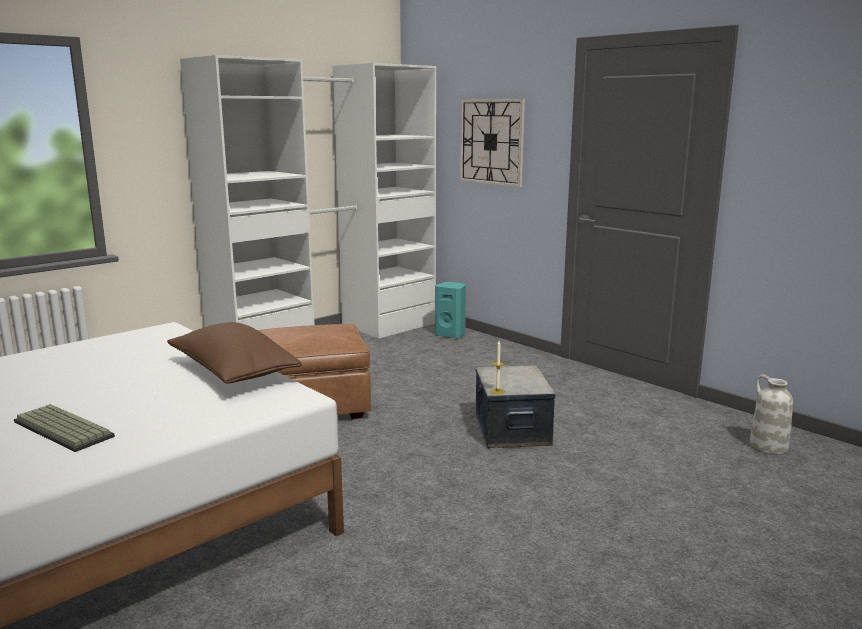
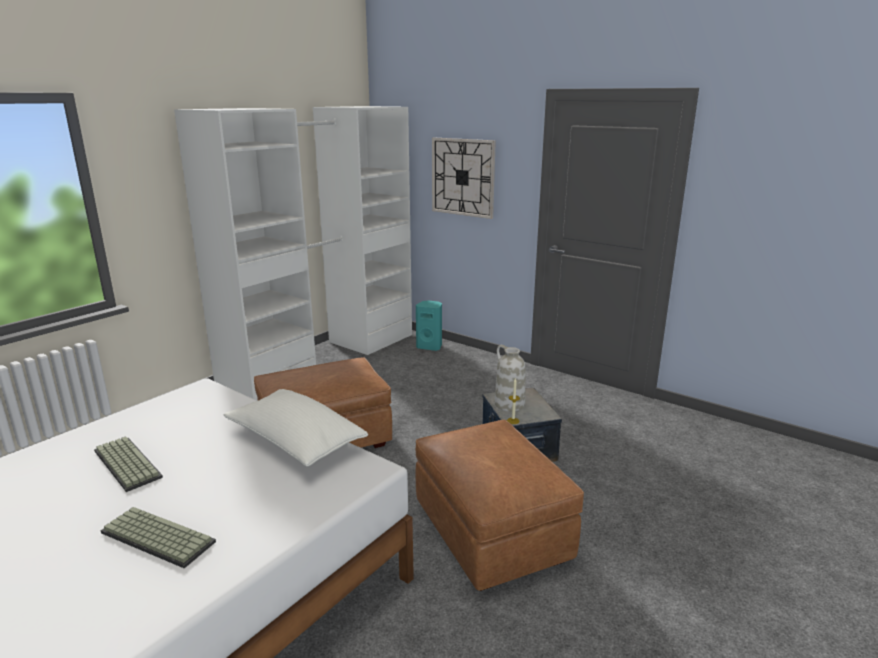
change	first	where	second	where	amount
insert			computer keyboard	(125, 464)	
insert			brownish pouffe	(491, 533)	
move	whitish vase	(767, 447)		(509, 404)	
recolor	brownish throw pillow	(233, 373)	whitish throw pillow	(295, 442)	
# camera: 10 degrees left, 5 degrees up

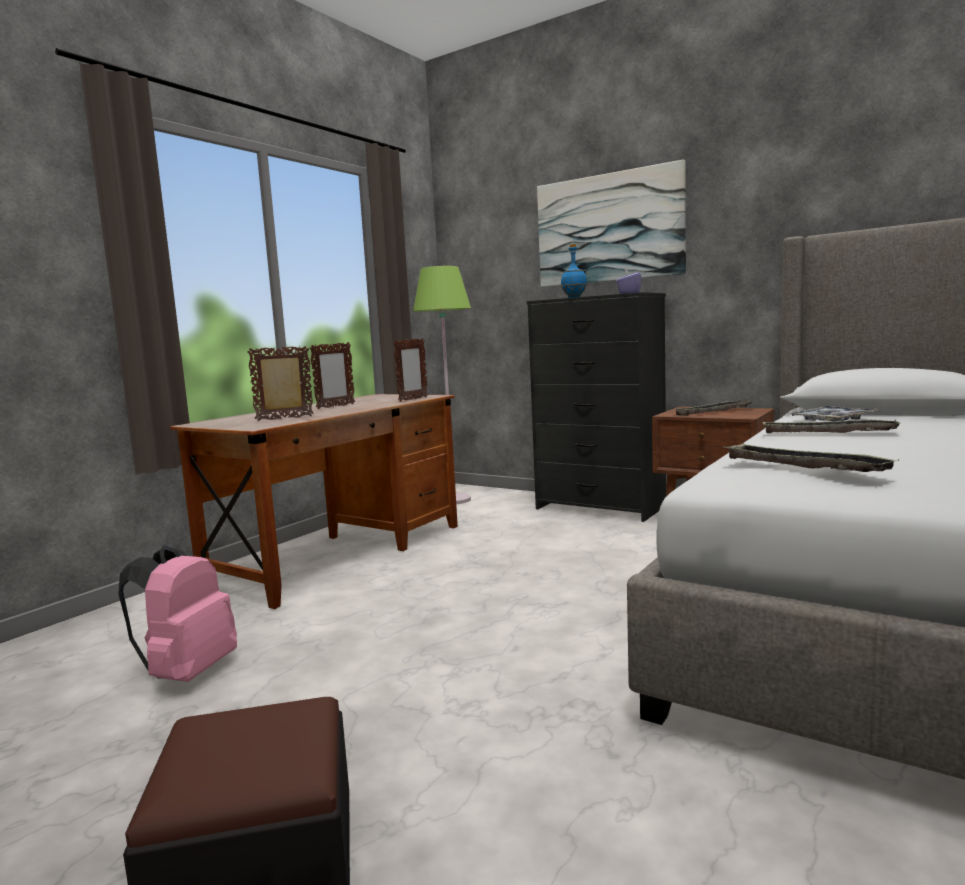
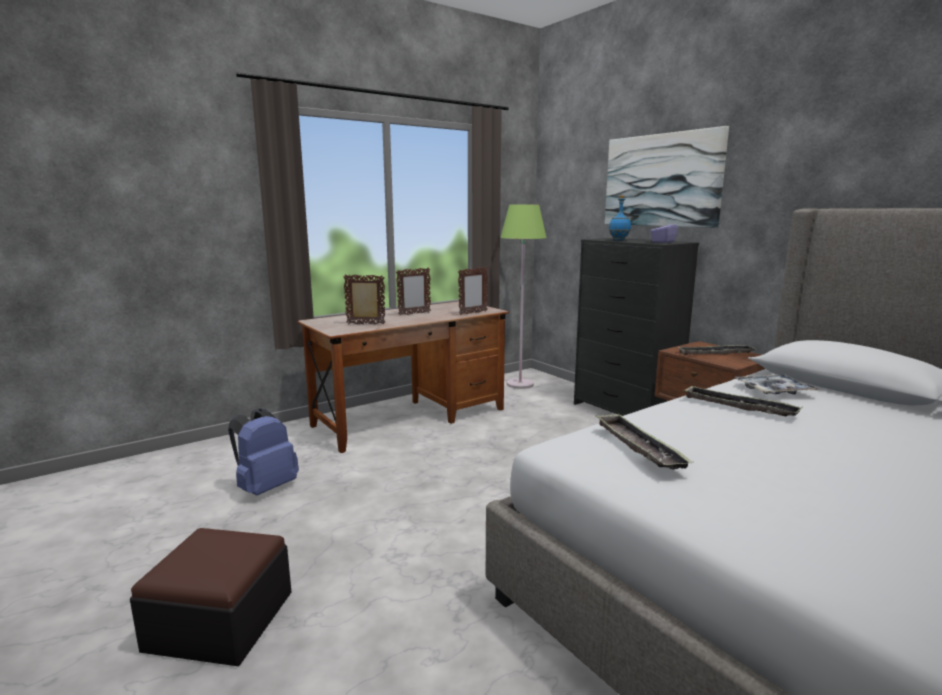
change	first	where	second	where	amount
recolor	pink-coloured rucksack	(187, 673)	bluish rucksack	(265, 488)	
# camera: 20 degrees right, 5 degrees up

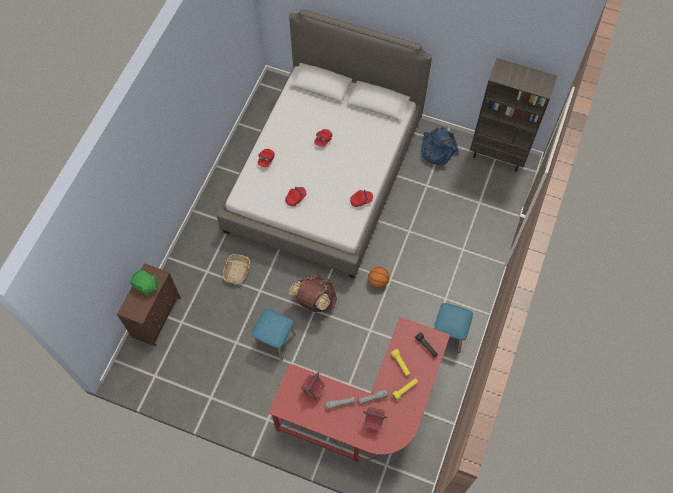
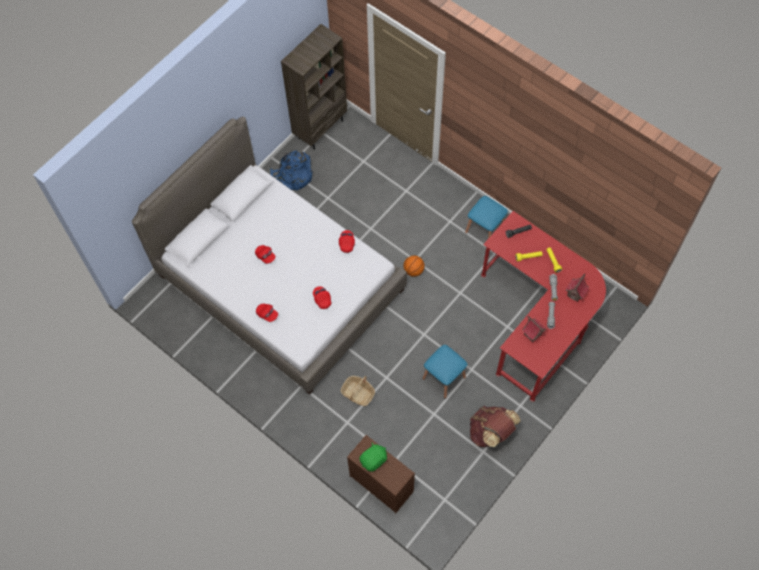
change	first	where	second	where	amount
move	brownish rucksack	(314, 301)		(491, 432)	
# camera: 70 degrees left, 0 degrees up

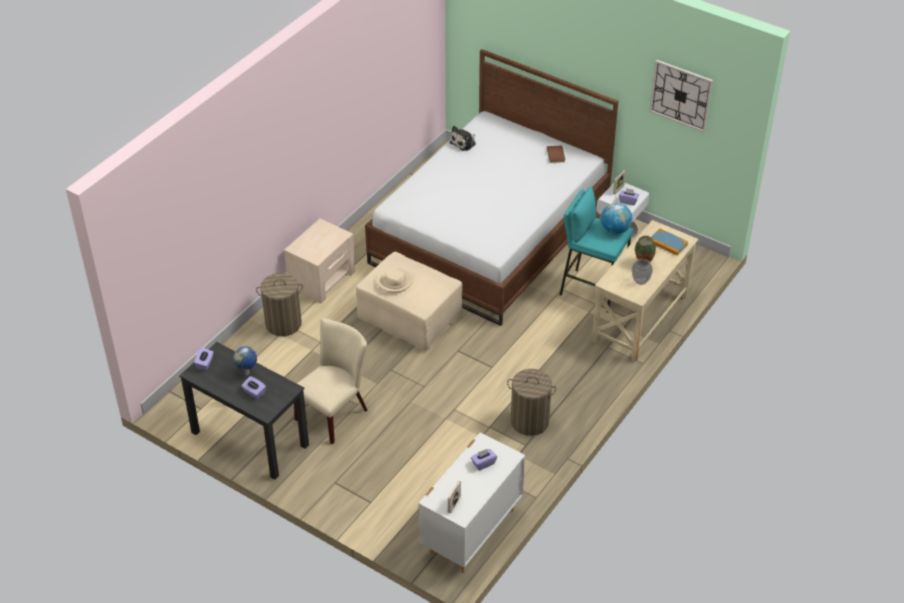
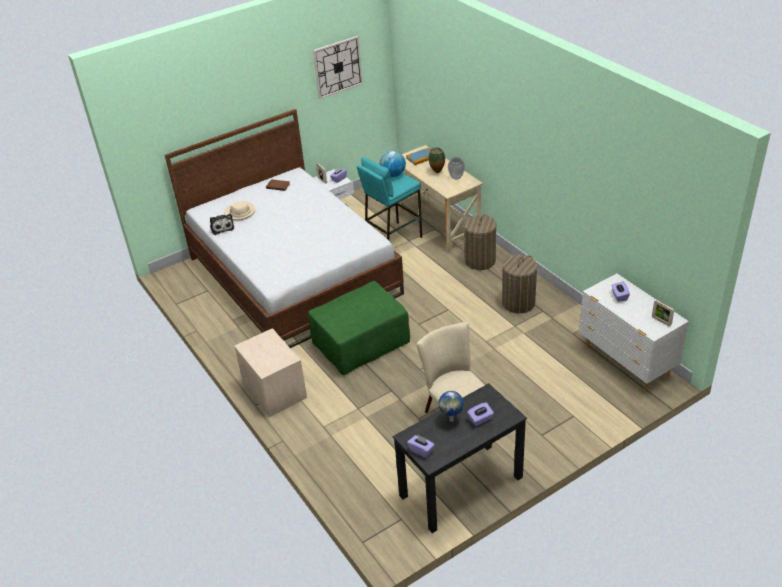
change	first	where	second	where	amount
move	laundry basket	(283, 324)		(480, 261)	
move	beige-coloured wearable hat	(394, 281)		(240, 212)	
recolor	beige-coloured pouffe	(410, 316)	green pouffe	(361, 343)	
# camera: 65 degrees left, 5 degrees down

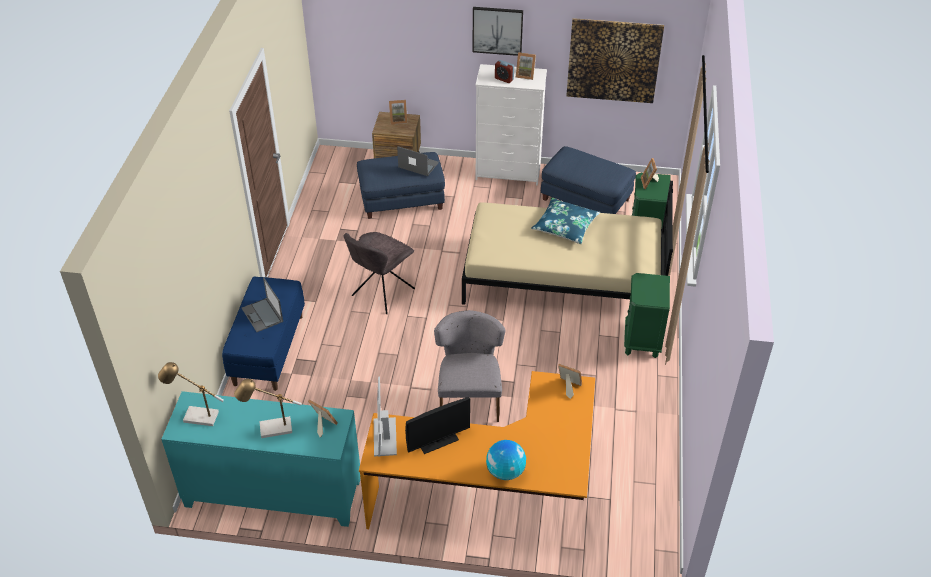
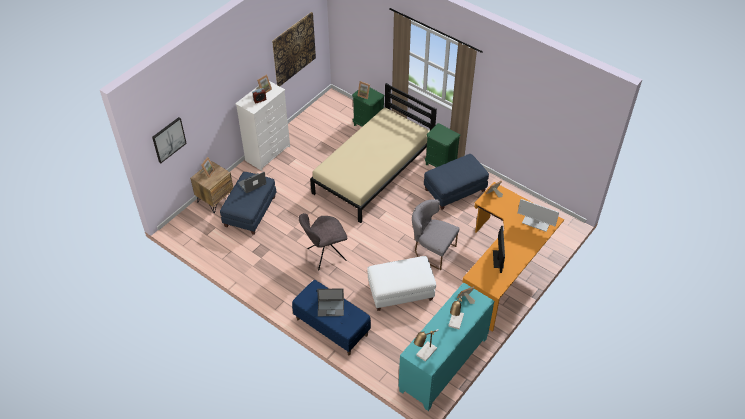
change	first	where	second	where	amount
delete	desk globe	(505, 471)			
delete	bluish throw pillow	(565, 226)			
insert			whitish pouffe	(400, 291)	
move	monitor	(384, 436)		(535, 223)	
move	wall art	(497, 30)		(168, 139)	
move	bluish pouffe	(586, 199)		(455, 190)	
rotate	greyish chair	(381, 293)		(325, 255)	90 degrees clockwise
# camera: 60 degrees left, 5 degrees up

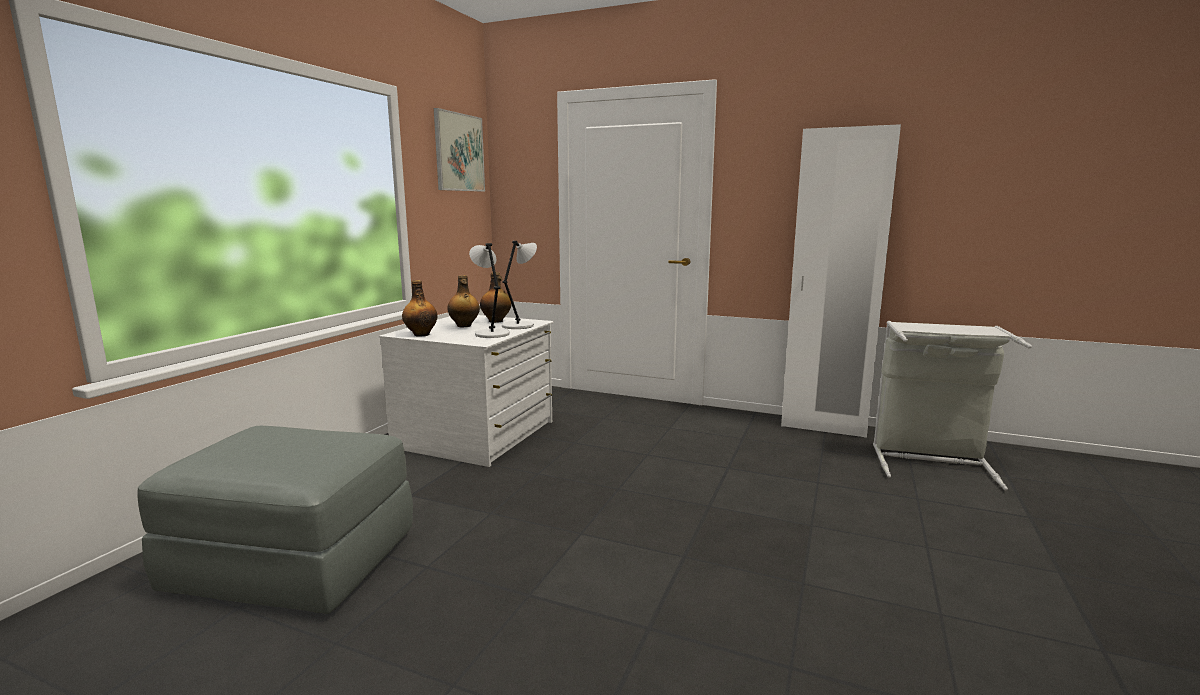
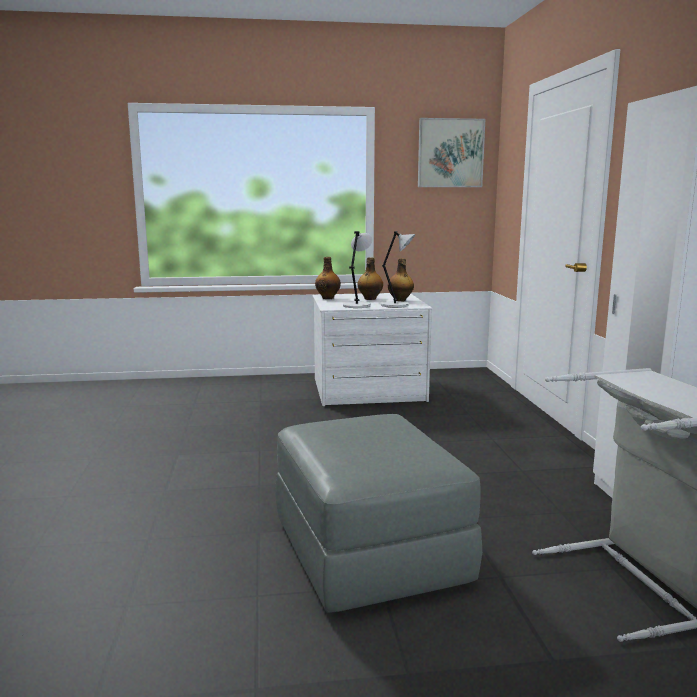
change	first	where	second	where	amount
move	greyish pouffe	(296, 562)		(370, 553)	
# camera: 60 degrees right, 0 degrees up

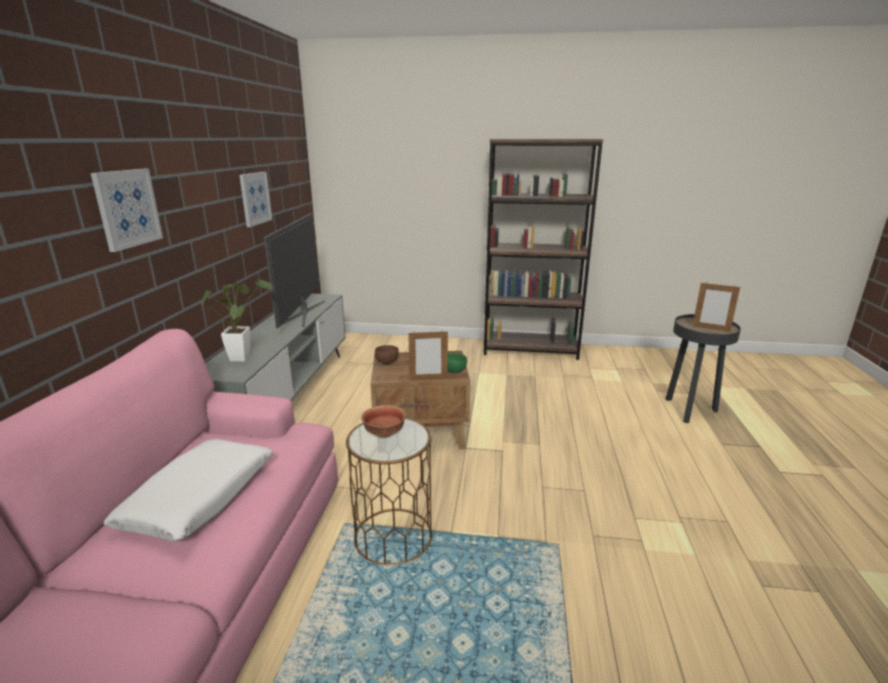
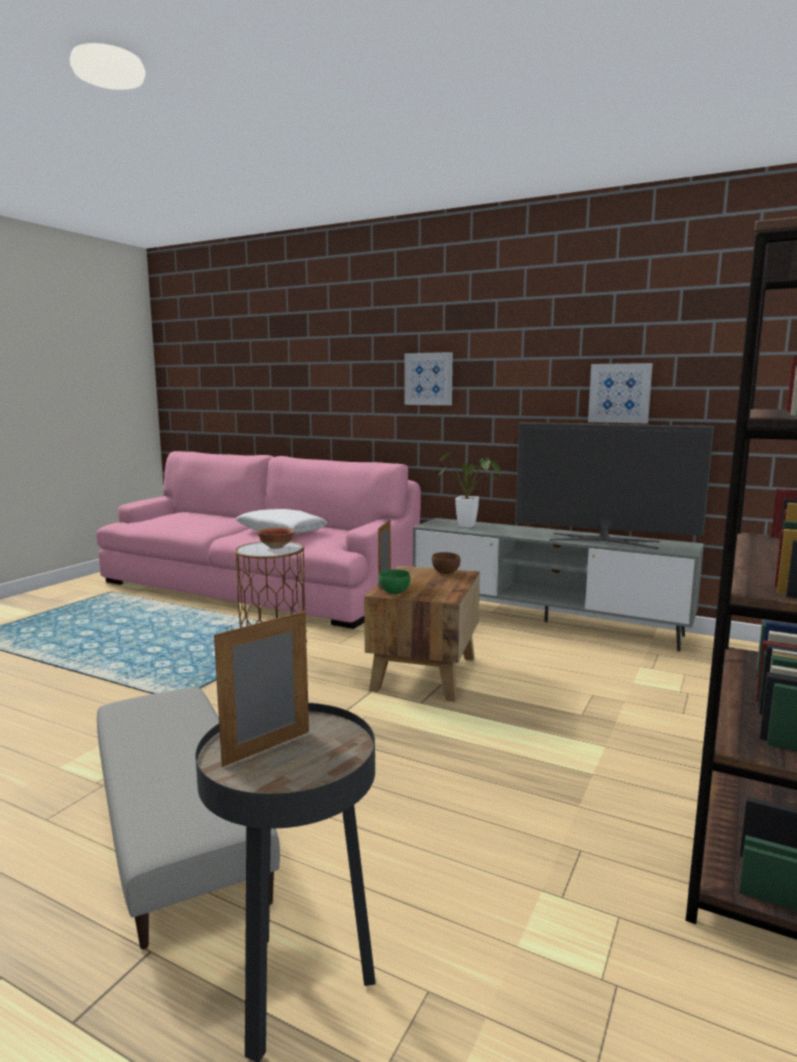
change	first	where	second	where	amount
insert			greyish pouffe	(178, 822)	
# camera: 110 degrees right, 10 degrees down

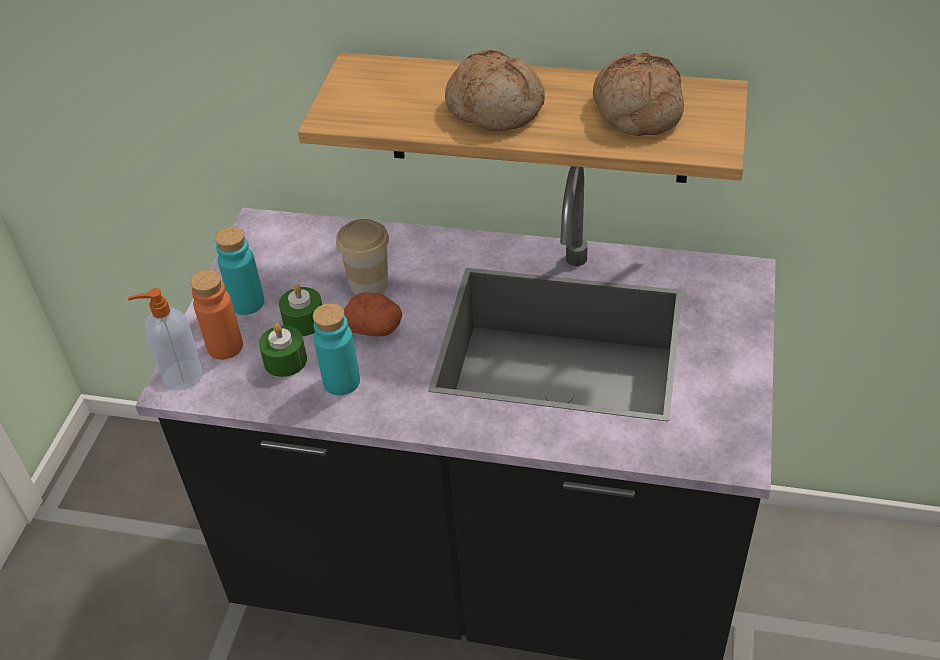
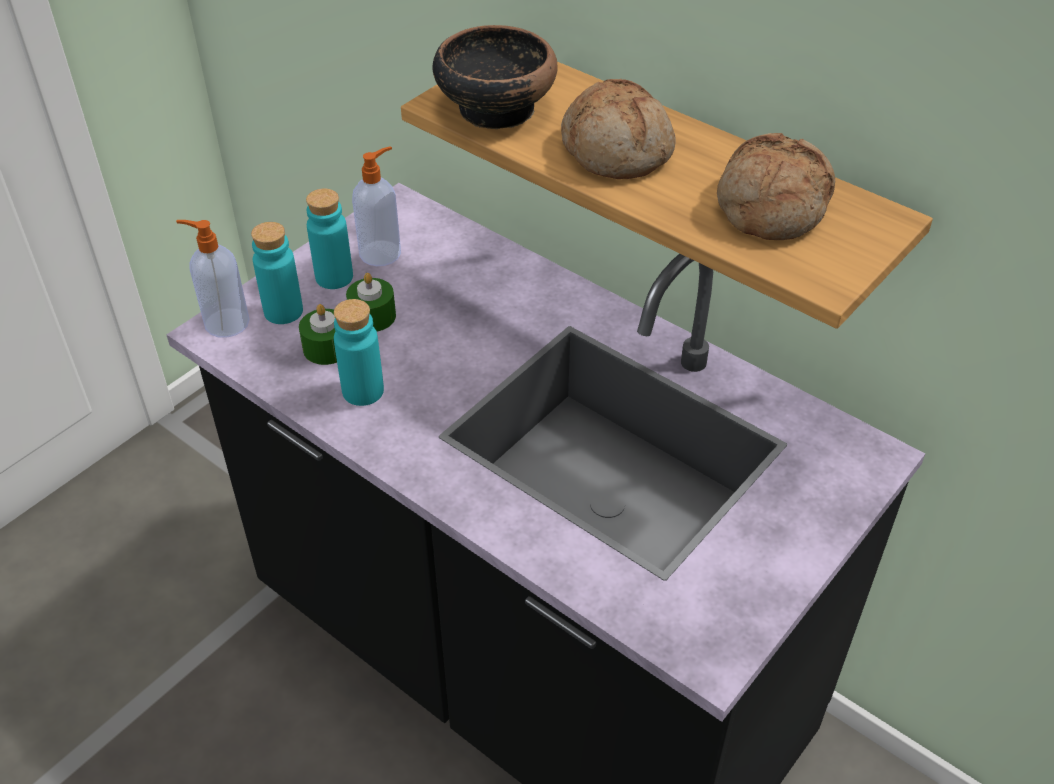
change	first	where	second	where	amount
delete	cup	(369, 284)			
delete	whole potato	(375, 328)			
insert			soap bottle	(381, 253)	
insert			bowl	(495, 108)	
recolor	orange-coloured bottle	(225, 347)	turquoise bottle	(283, 311)	
# camera: 25 degrees right, 0 degrees up

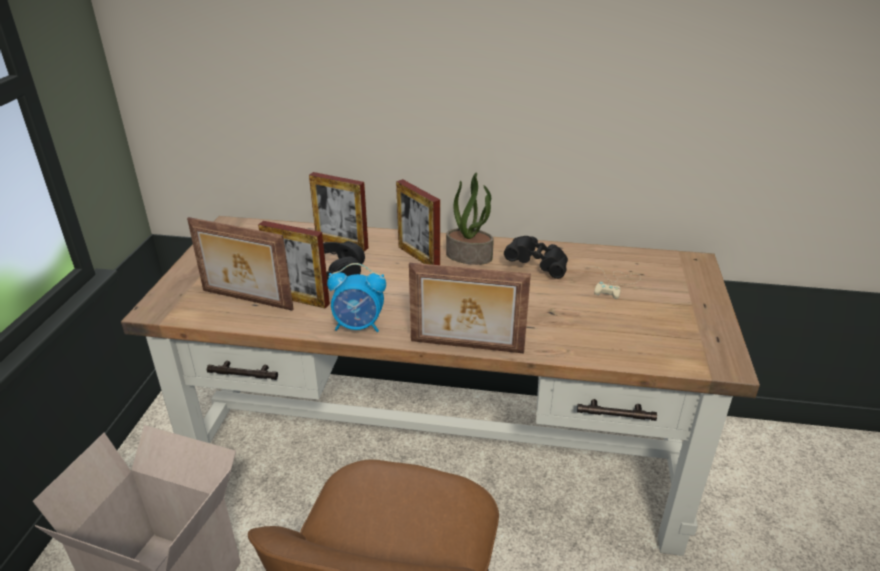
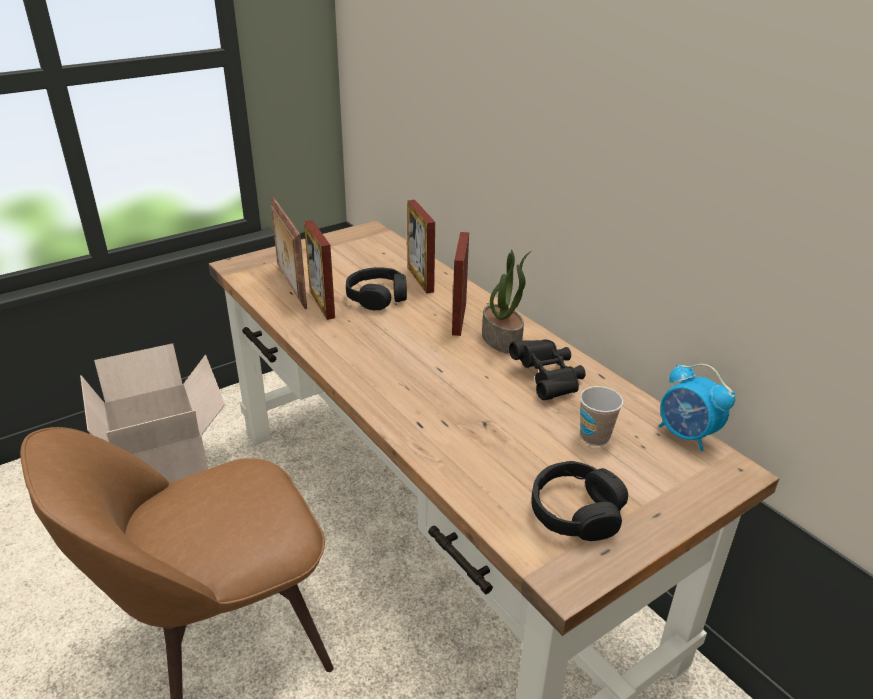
change	first	where	second	where	amount
delete	standing frame	(466, 347)			
insert			blackish pair of headphones	(576, 512)	
move	alarm clock	(359, 326)		(686, 435)	
replace	beige-coloured gamepad	(614, 283)	cup	(595, 437)	
# camera: 45 degrees right, 0 degrees up

